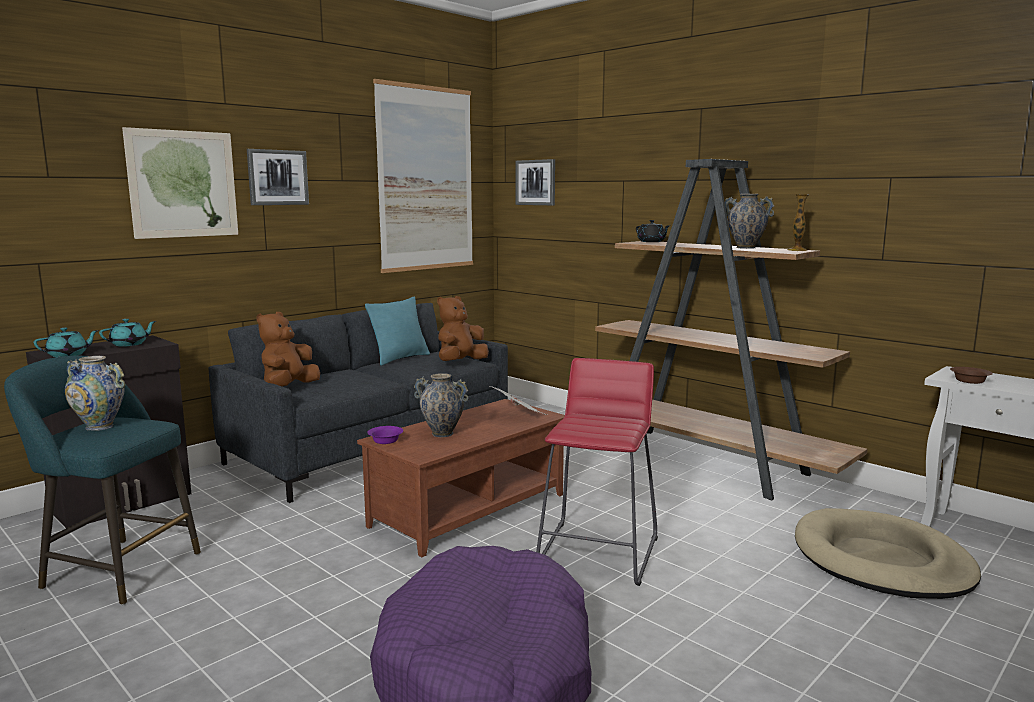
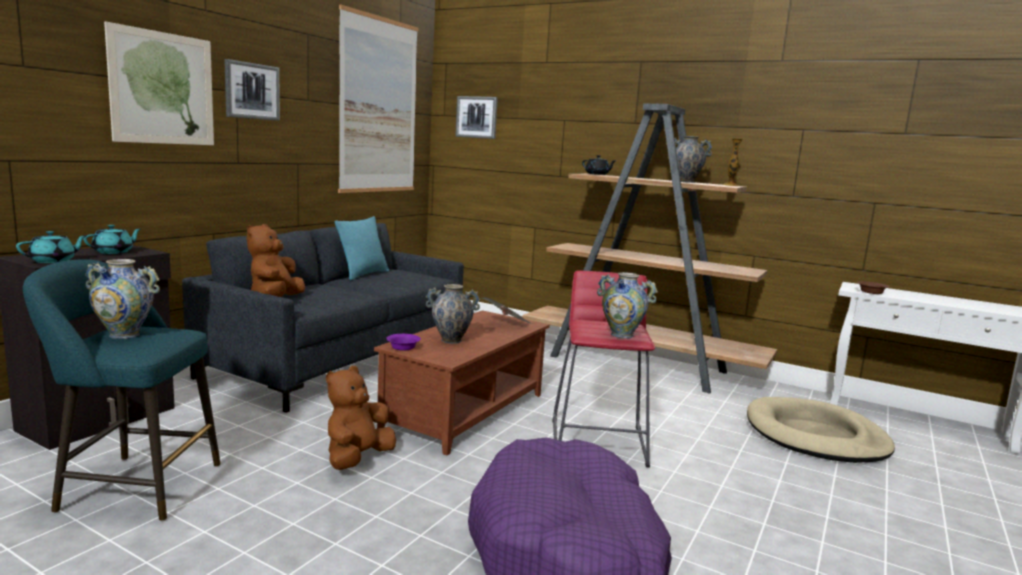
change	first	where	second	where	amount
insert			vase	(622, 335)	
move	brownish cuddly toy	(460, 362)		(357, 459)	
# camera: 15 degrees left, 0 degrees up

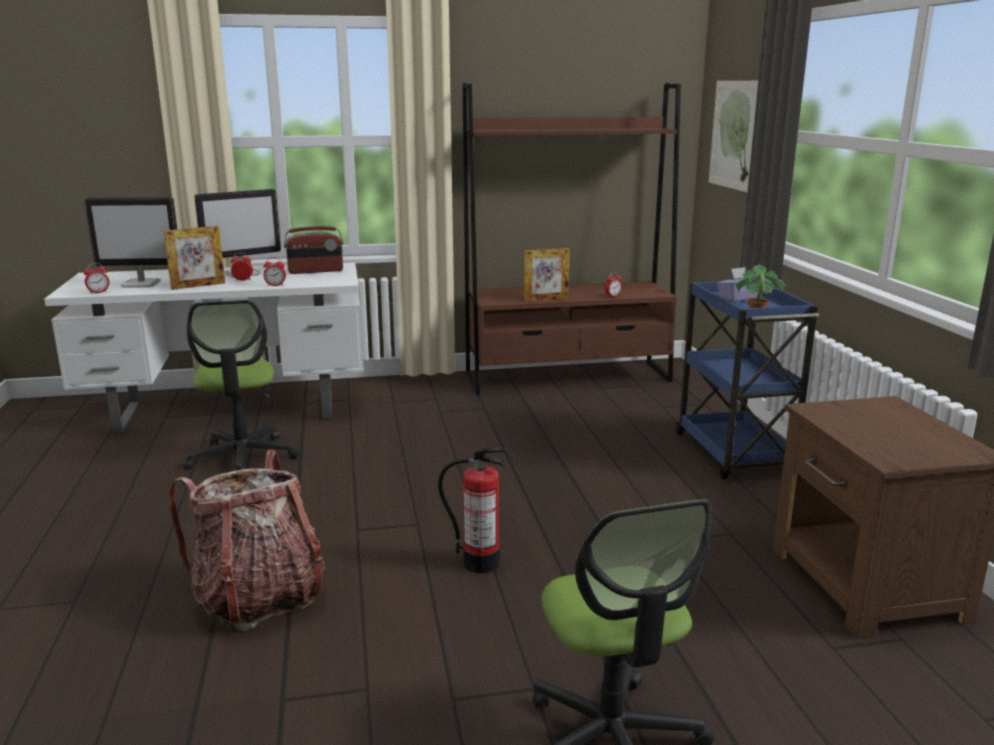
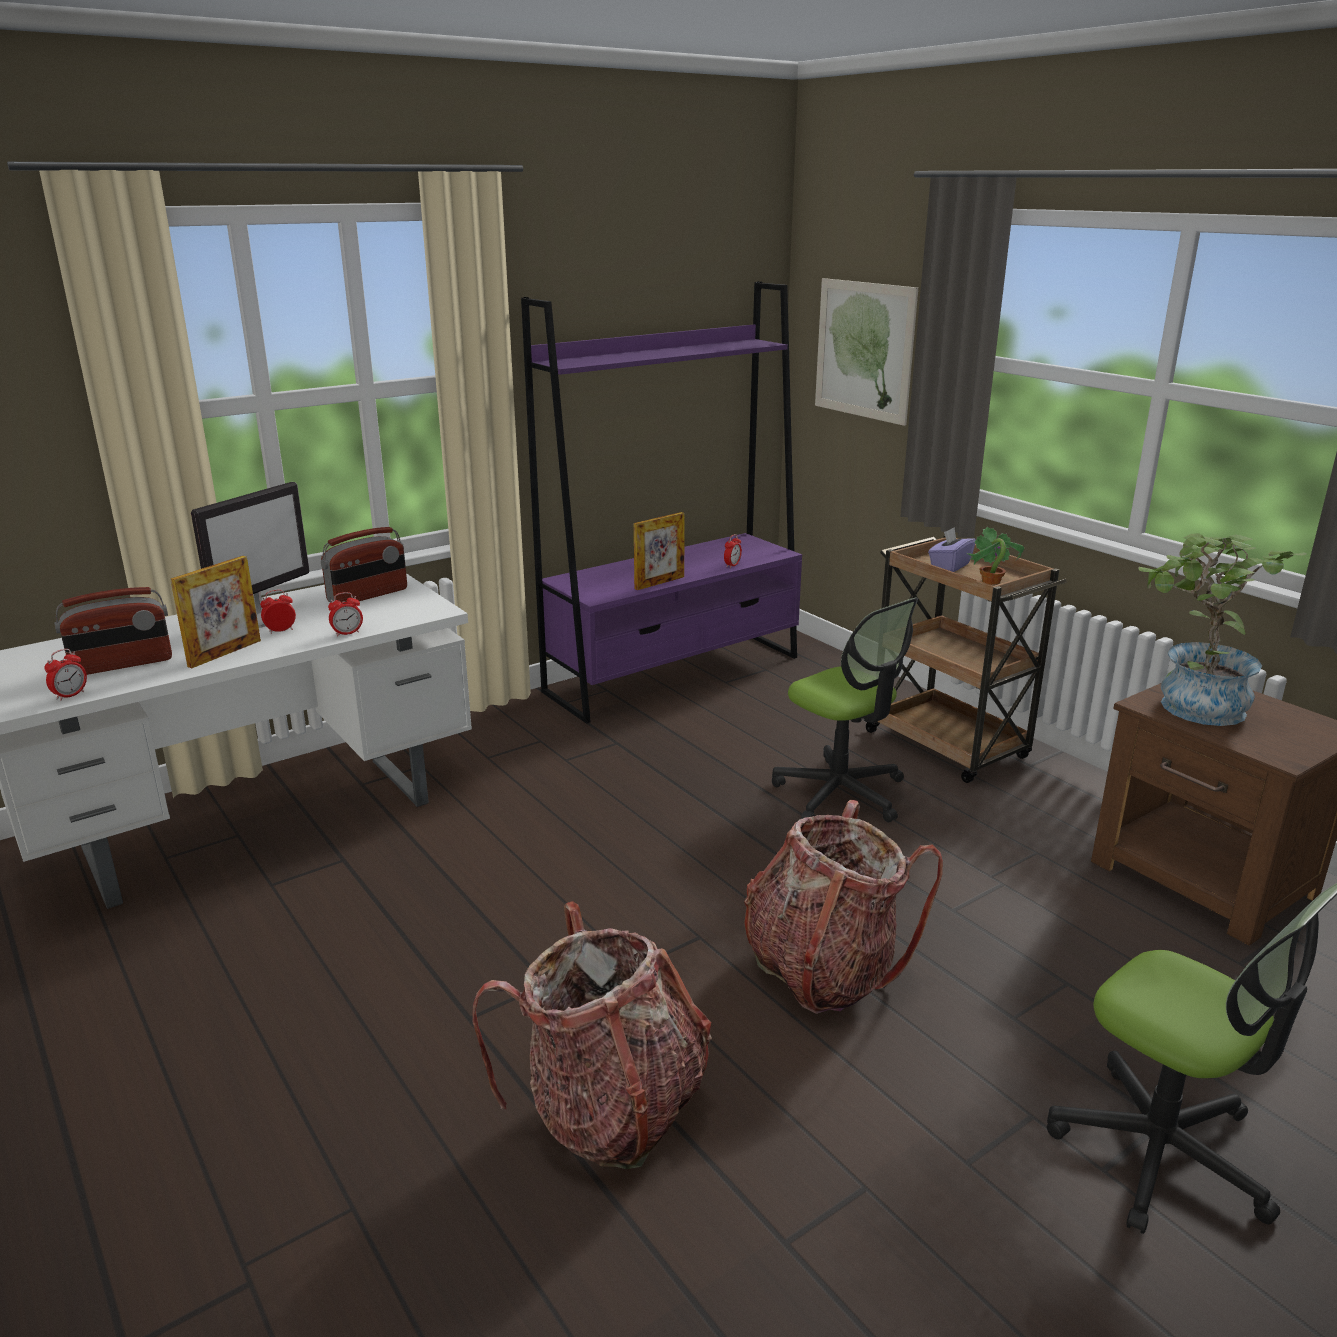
change	first	where	second	where	amount
insert			houseplant	(1191, 708)	
move	office chair	(242, 457)		(840, 793)	
replace	monitor	(142, 284)	radio set	(122, 664)	
replace	fire extinguisher	(481, 562)	rucksack	(824, 969)	
recolor	brownish bookshelf	(568, 377)	purplish bookshelf	(674, 674)	
recolor	bluish trolley	(734, 454)	brownish trolley	(949, 746)	
# camera: 25 degrees left, 5 degrees up

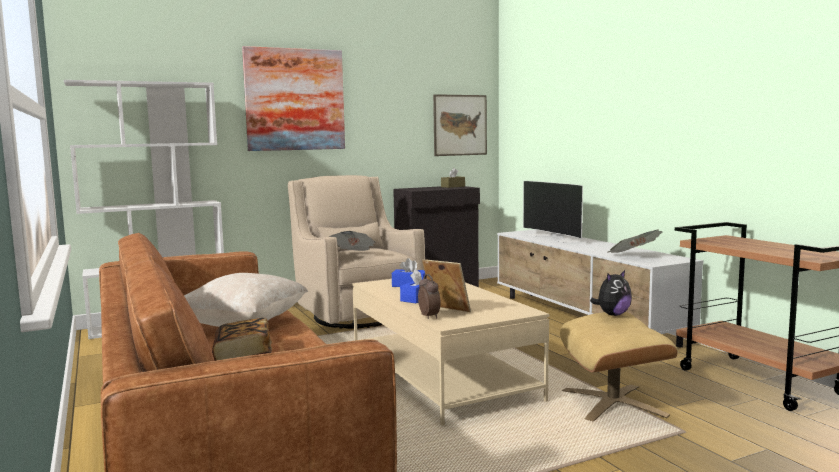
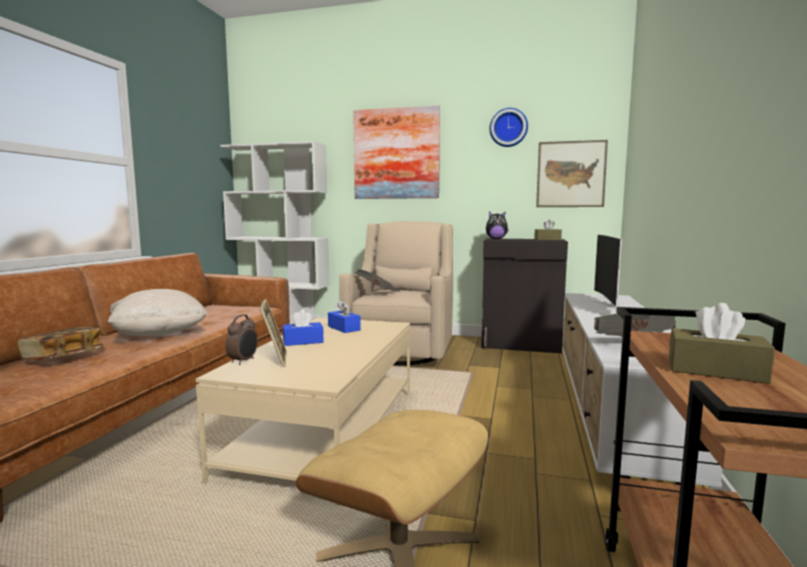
change	first	where	second	where	amount
insert			clock on the wall	(508, 128)	
insert			brownish tissue box	(715, 371)	
move	cuddly toy	(612, 314)		(496, 239)	
# camera: 40 degrees right, 0 degrees up

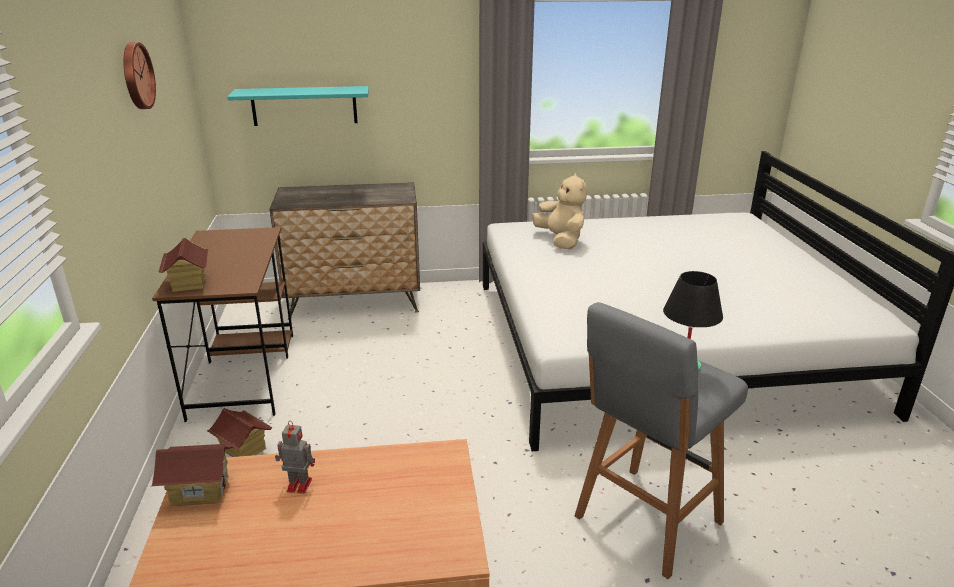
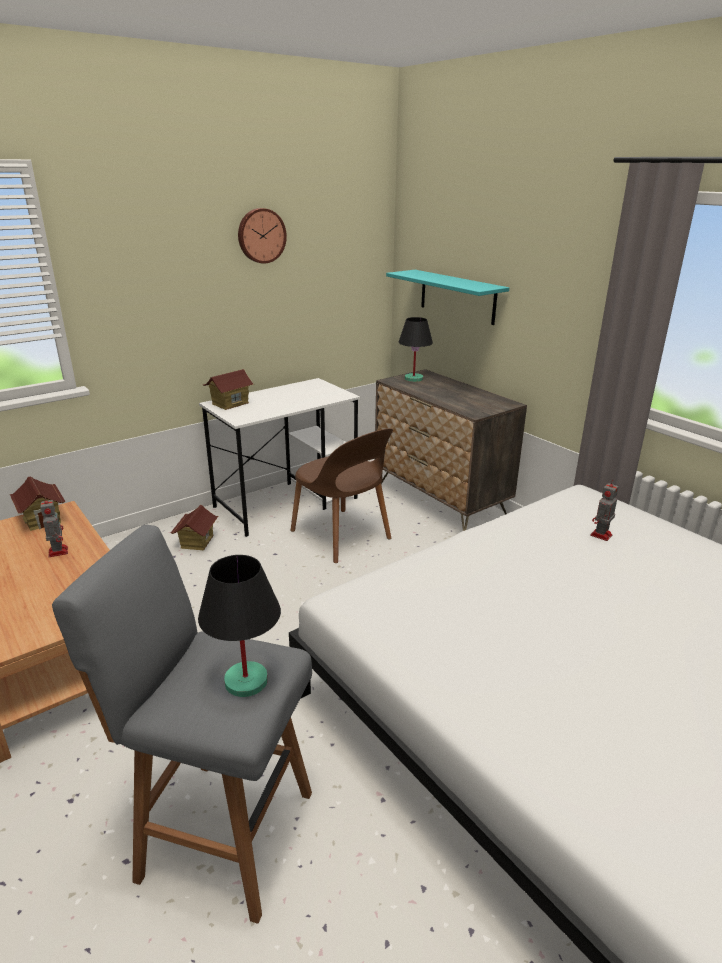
change	first	where	second	where	amount
insert			brownish chair	(342, 536)	
insert			blackish lamp for a table	(414, 379)	
replace	beige-coloured cuddly toy	(560, 240)	model robot	(600, 535)	
recolor	brownish desk table	(244, 373)	whitish desk table	(287, 502)	
# camera: 60 degrees right, 0 degrees up

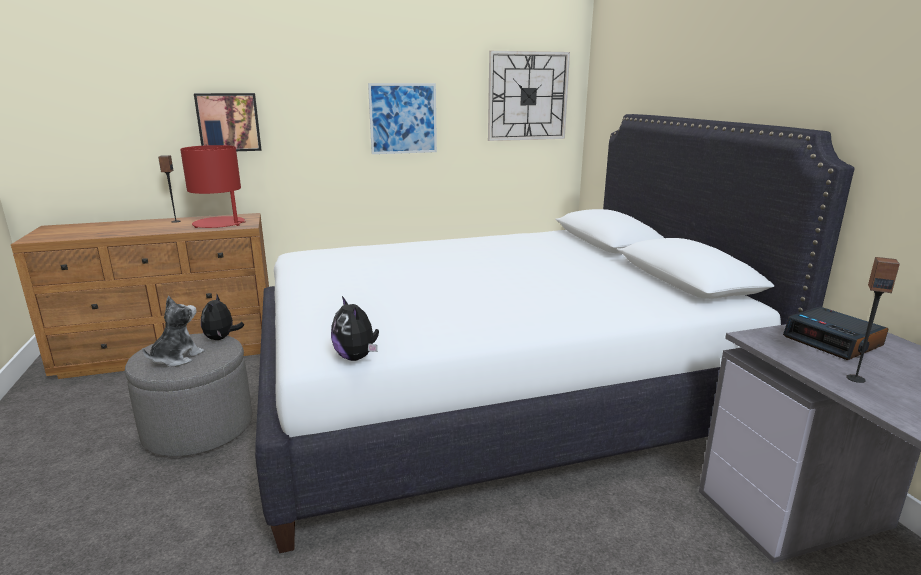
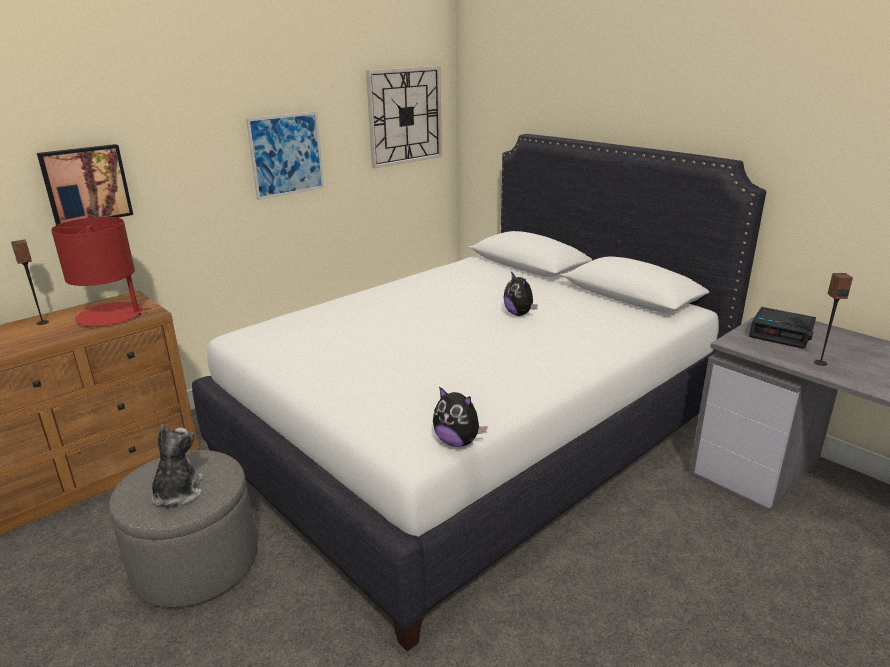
change	first	where	second	where	amount
move	cuddly toy	(221, 338)		(519, 314)	
# camera: 25 degrees left, 5 degrees up

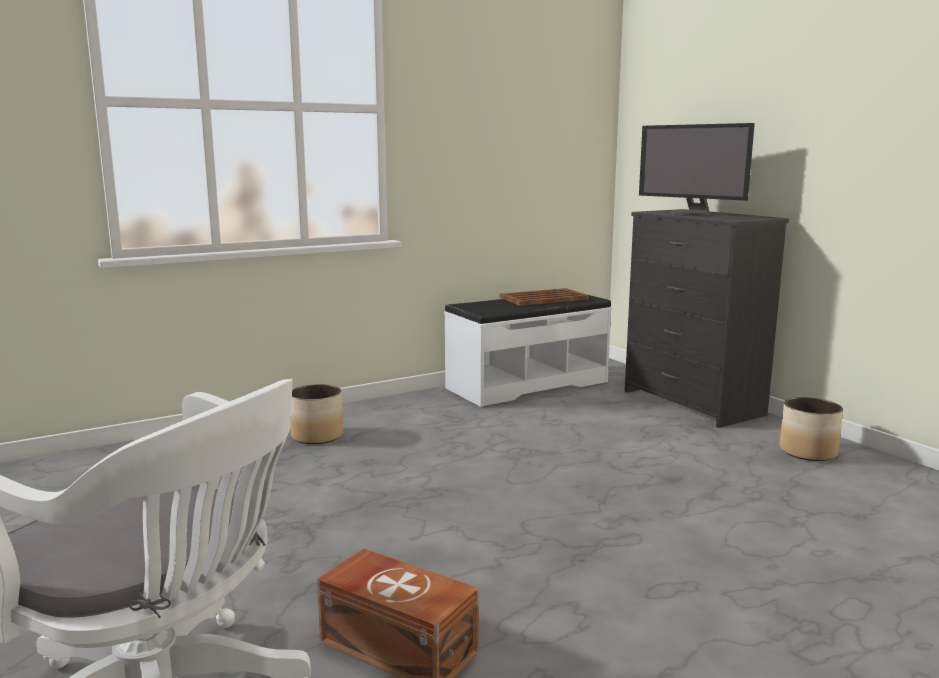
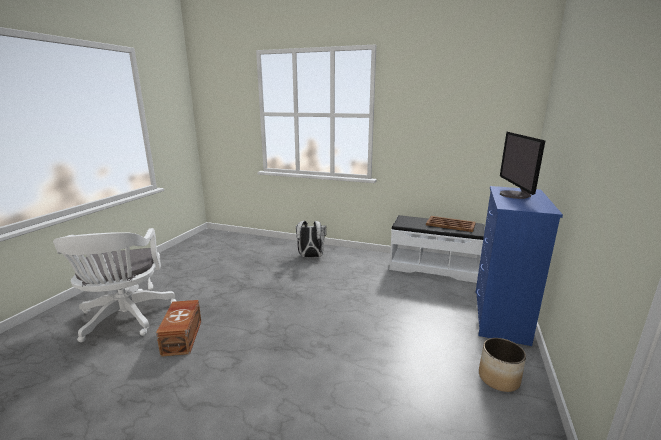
change	first	where	second	where	amount
replace	plant pot	(317, 436)	whitish rucksack	(310, 257)	
recolor	blackish dresser	(693, 403)	bluish dresser	(499, 316)	
# camera: 50 degrees right, 5 degrees up

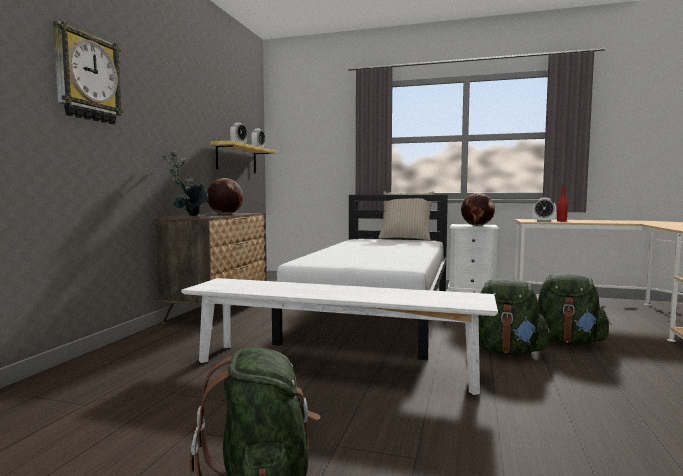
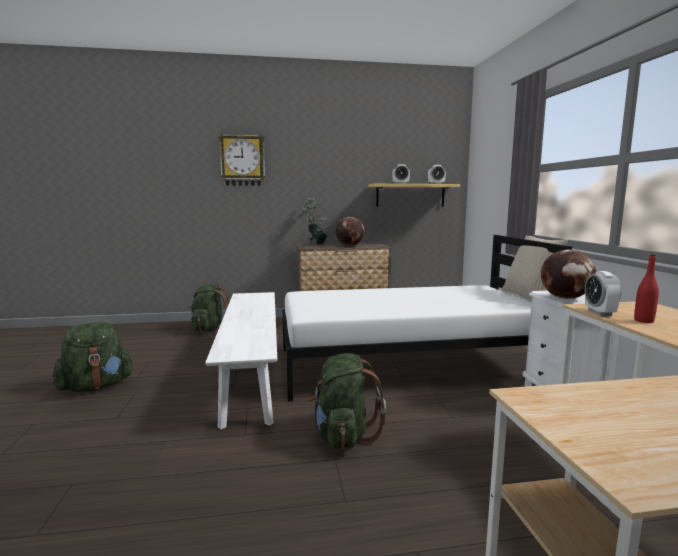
change	first	where	second	where	amount
move	green rucksack	(566, 341)		(209, 328)	
# camera: 65 degrees right, 5 degrees up

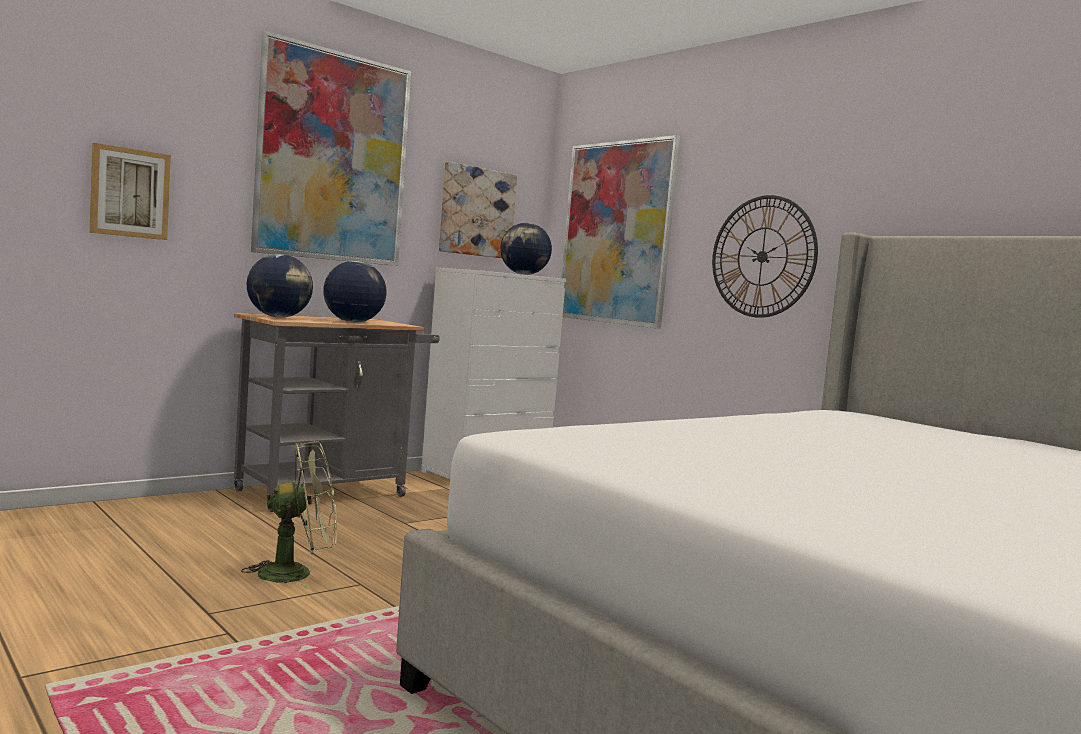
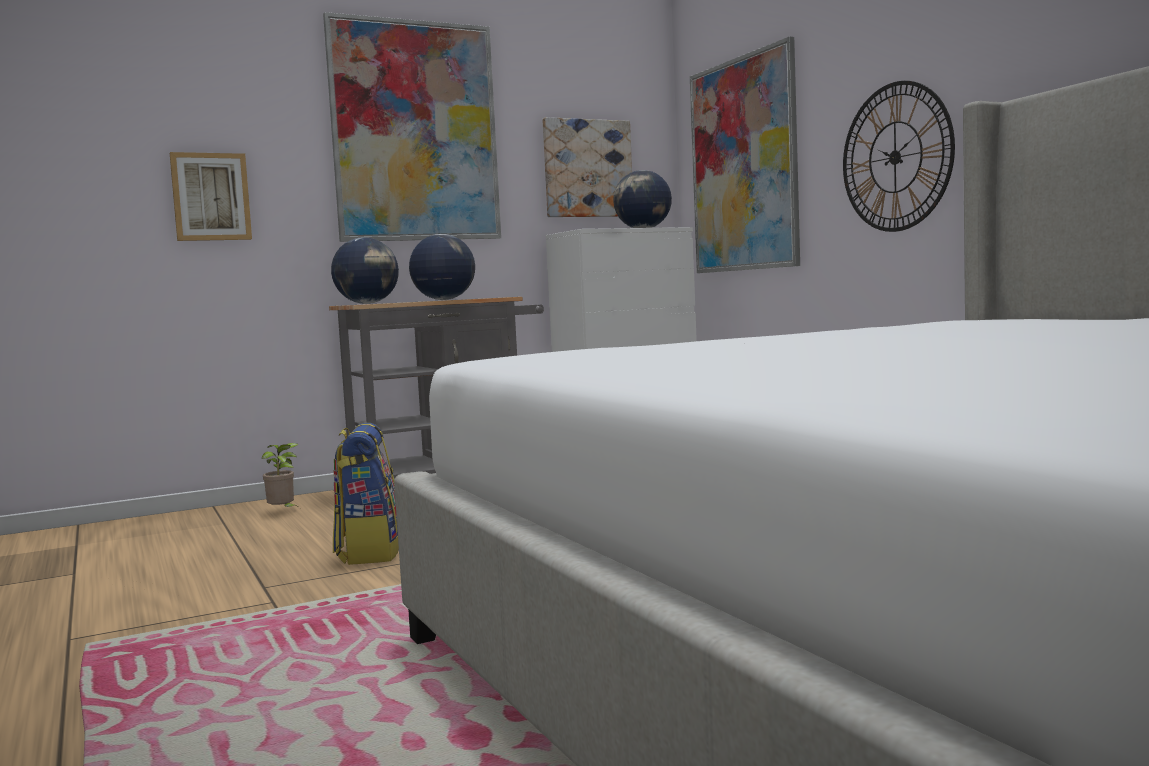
change	first	where	second	where	amount
insert			houseplant	(283, 512)	
replace	green fan	(296, 573)	rucksack	(369, 552)	
# camera: 15 degrees right, 0 degrees up

